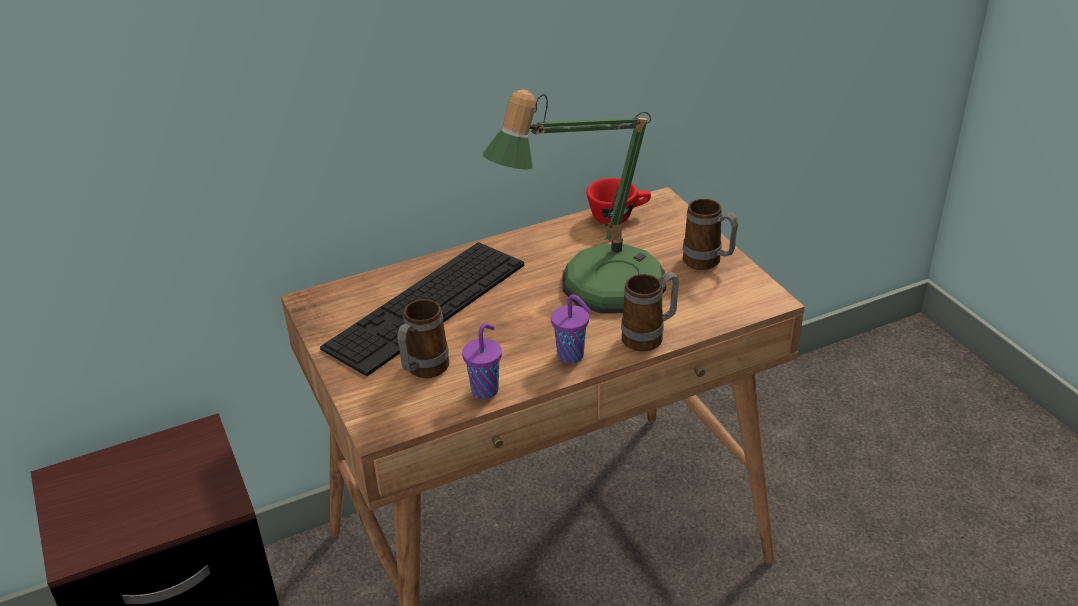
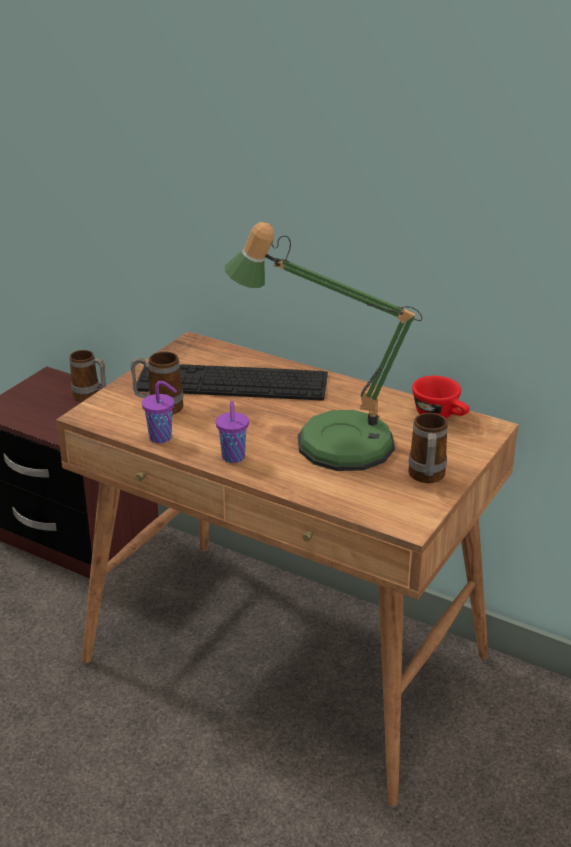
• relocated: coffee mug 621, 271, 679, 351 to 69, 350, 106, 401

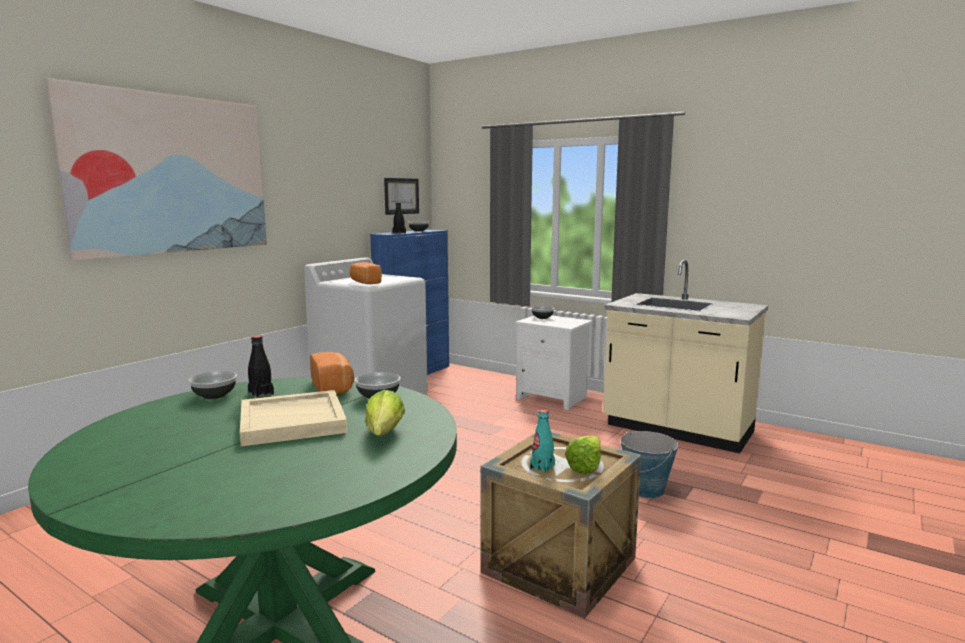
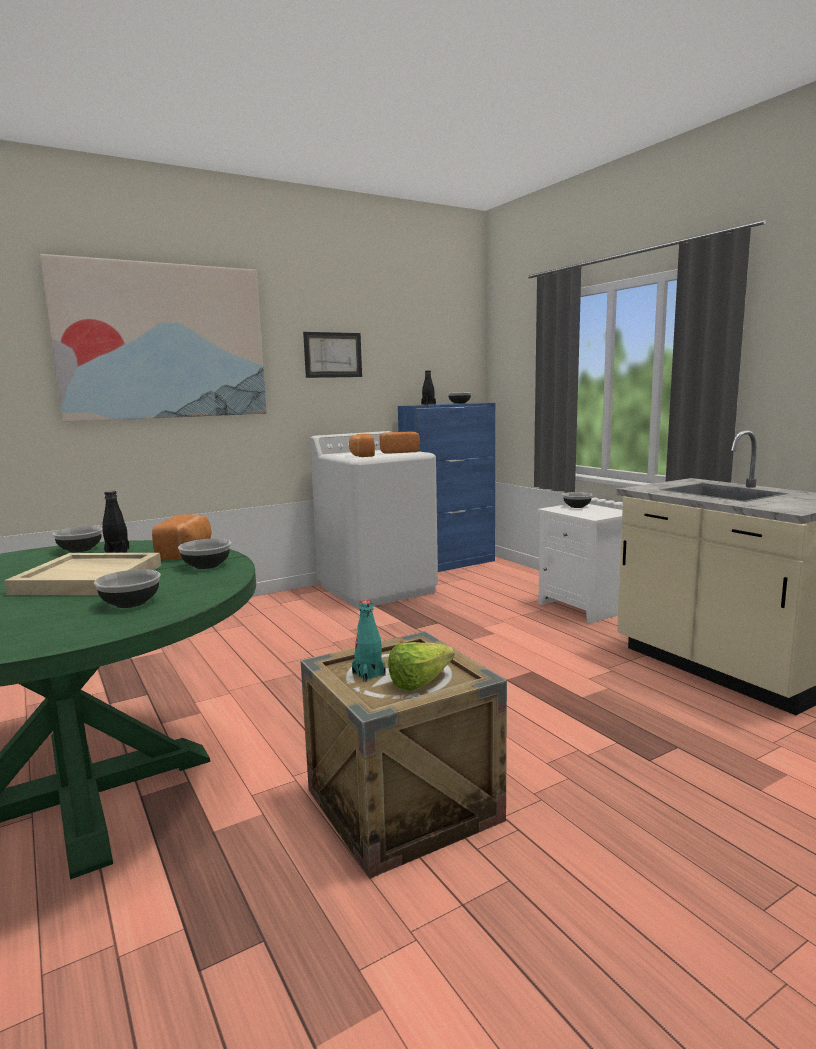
• missing: water bucket 619, 430, 678, 498
• appeared: baked bread 379, 432, 420, 453
• relocated: wall picture 384, 178, 419, 215 to 303, 332, 362, 378
• exchanged: lettuce head 365, 390, 405, 436 to bowl 94, 569, 161, 608

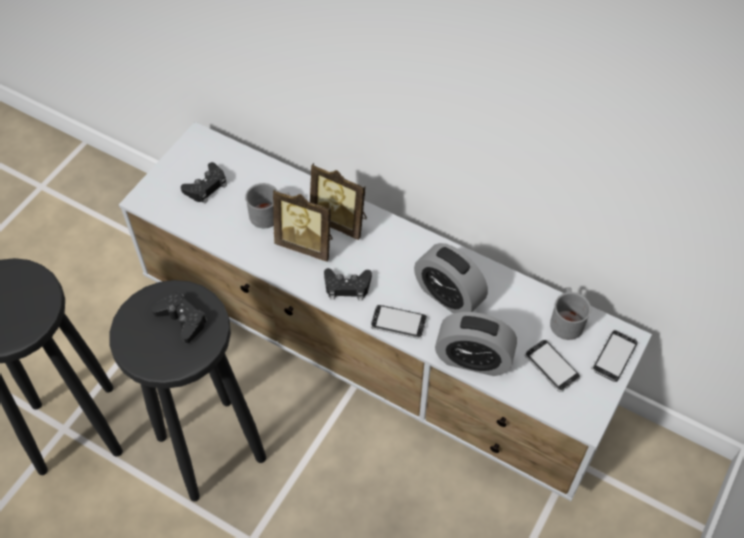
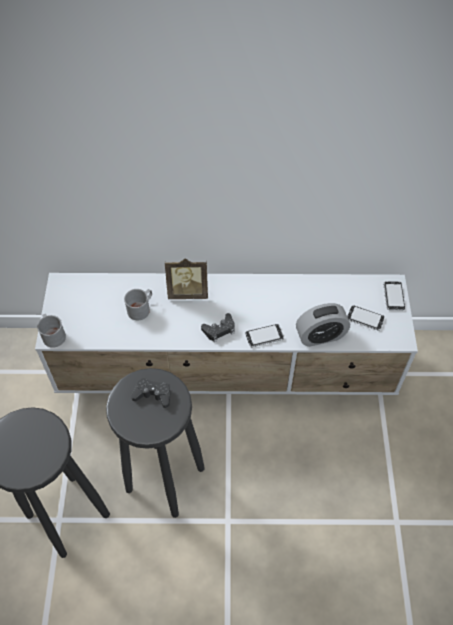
• missing: game controller/black 181, 162, 227, 203
• missing: photo frame 273, 189, 333, 261
• missing: alarm clock 414, 243, 488, 313
• relocated: coffee mug/greyish 550, 288, 591, 340 to 37, 314, 66, 348

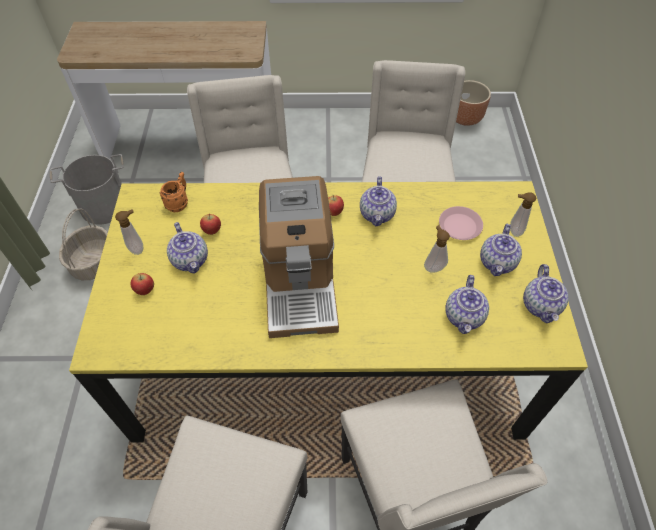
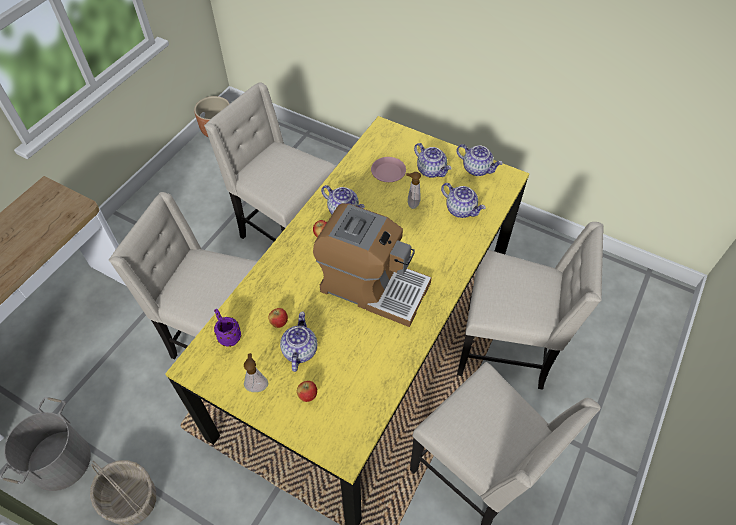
• missing: soap bottle 510, 192, 536, 237
• colour: coffee mug/orange 159, 172, 188, 212 to coffee mug/purple-coloured 214, 309, 241, 347
• spun: teapot 167, 222, 208, 274 = 280, 312, 317, 372 90 degrees counterclockwise

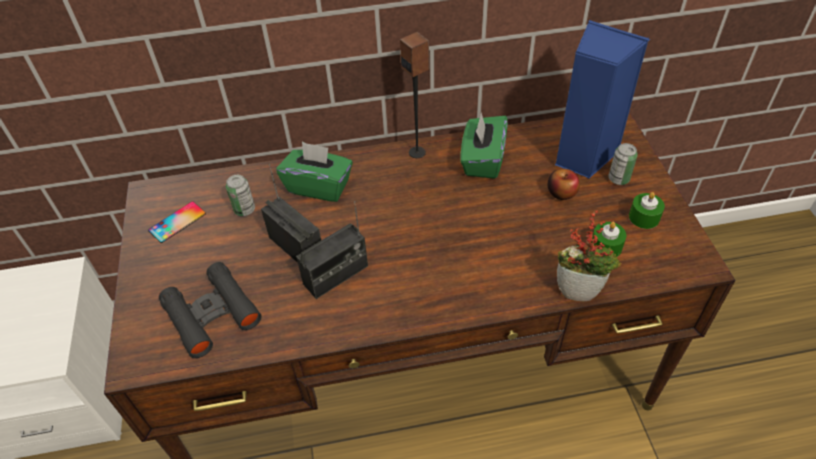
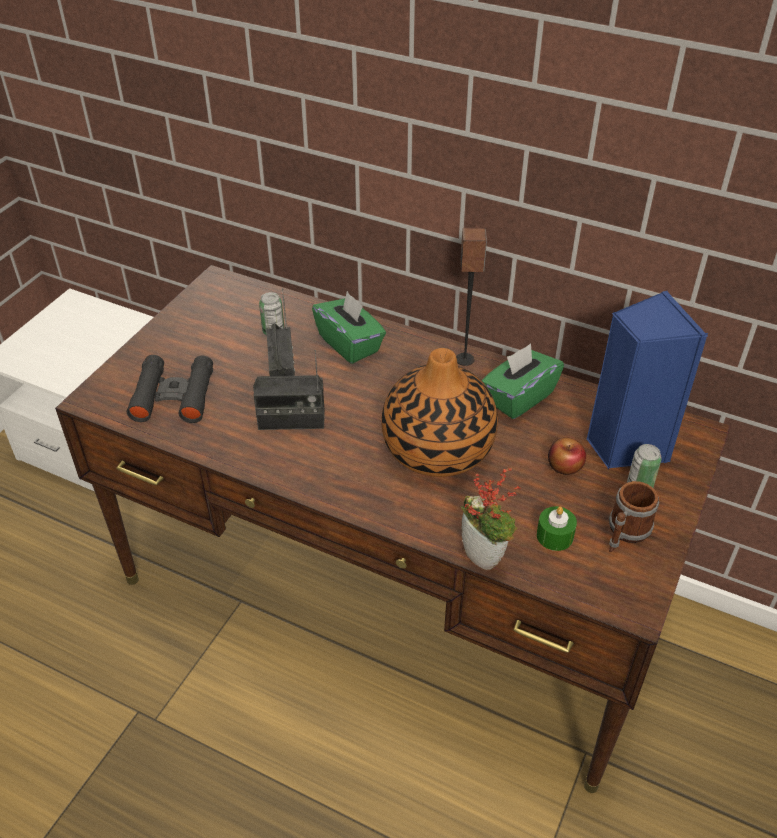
• missing: telephone 148, 201, 206, 243
• appeared: vase 381, 348, 498, 477
• exchanged: wax light/green-coloured 629, 192, 665, 229 to coffee mug 609, 481, 659, 552

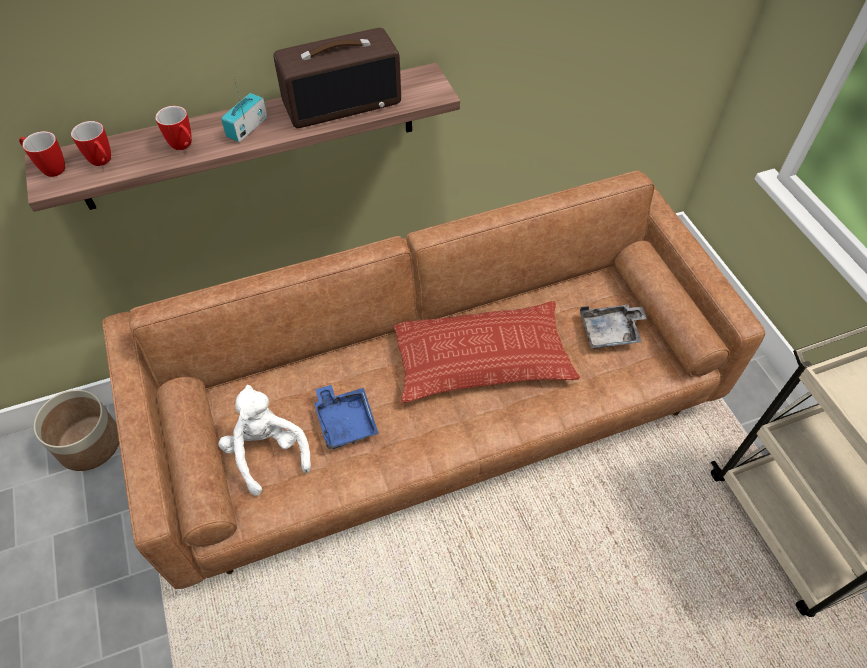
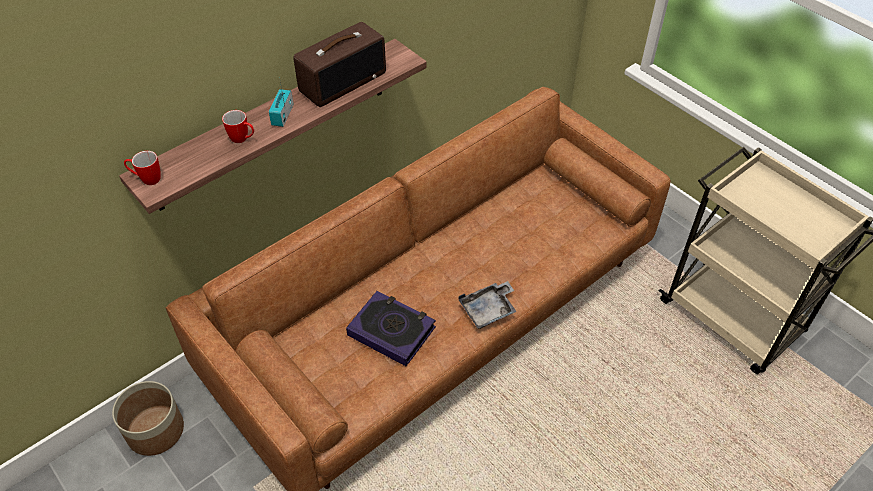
• missing: coffee mug 71, 121, 111, 166
• missing: soft toy/white-coloured 218, 385, 311, 496
• missing: pillow 393, 301, 580, 403
• relocated: serving tray/greyish 580, 305, 647, 349 to 458, 281, 517, 329
• exchanged: serving tray/blue 314, 385, 379, 449 to book 346, 291, 436, 366

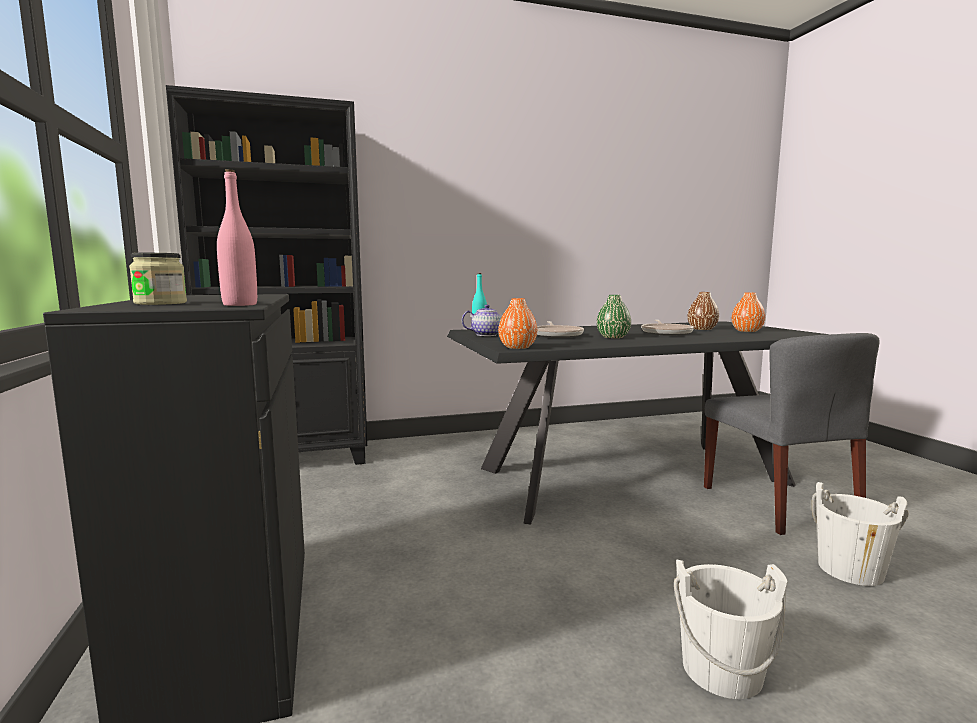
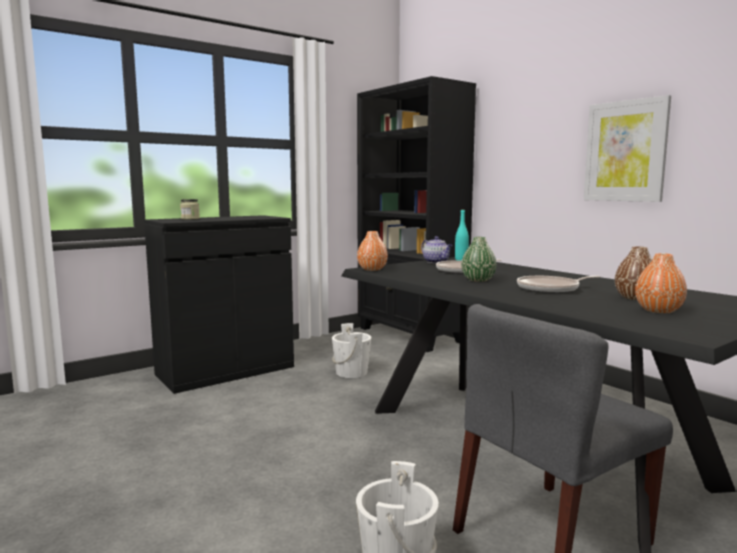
• missing: beverage bottle/pinkish 217, 169, 257, 306
• appeared: wall picture 584, 95, 671, 202
• relocated: water bucket/white-coloured 674, 560, 788, 699 to 332, 323, 371, 378

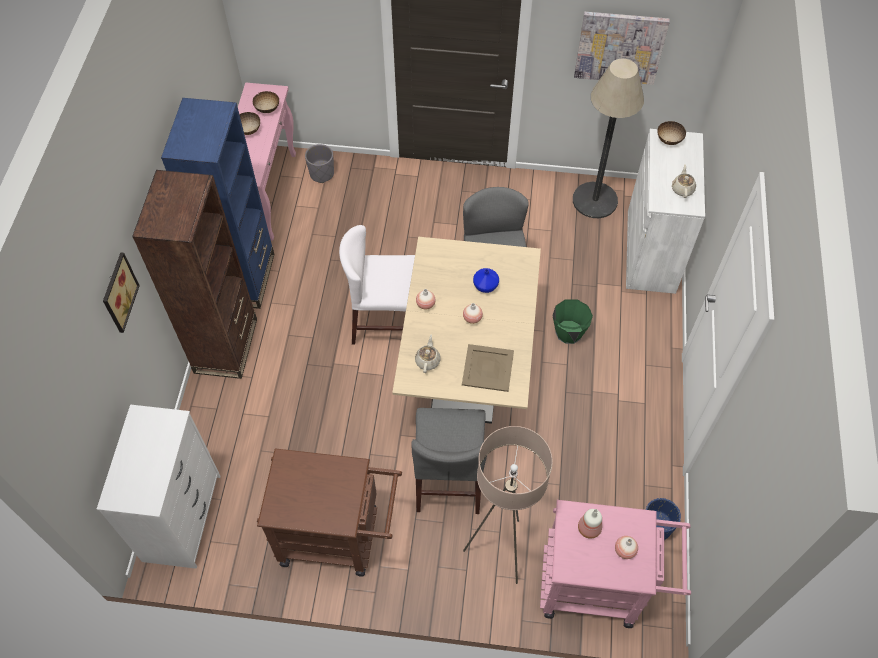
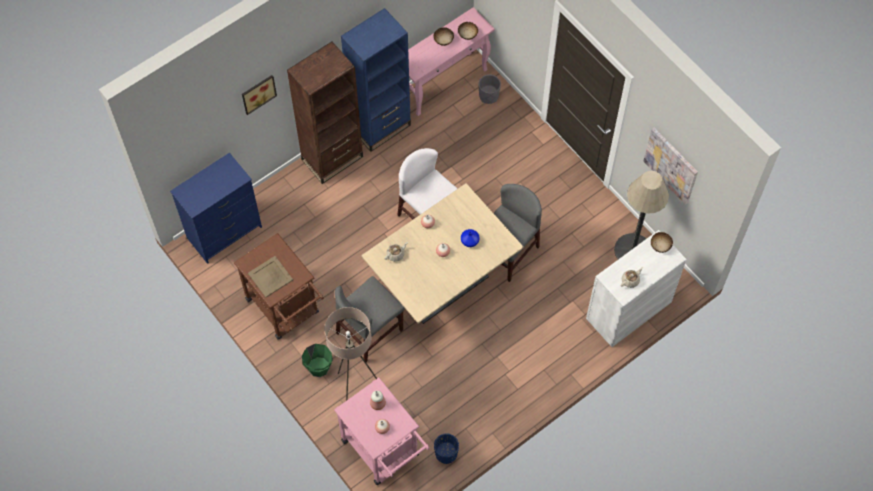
• relocated: serving tray/sand-coloured 462, 344, 514, 392 to 248, 256, 293, 297
• relocated: water bucket/green-coloured 553, 300, 593, 344 to 302, 344, 333, 377
• colour: chest of drawers/white-coloured 97, 404, 220, 569 to chest of drawers/blue 170, 153, 262, 264

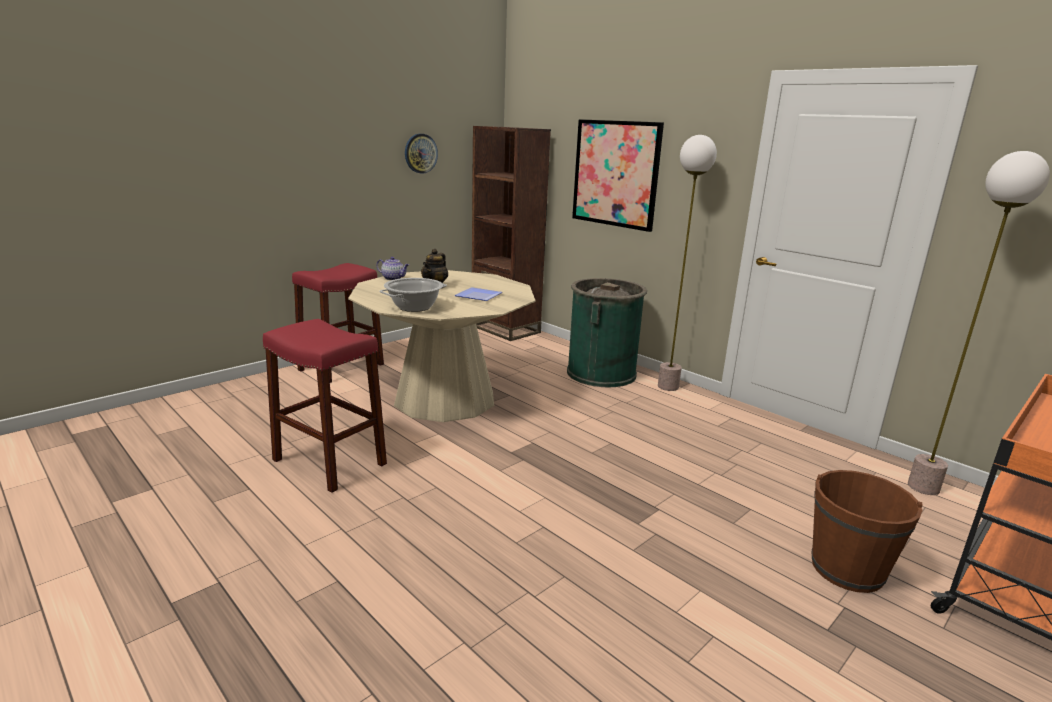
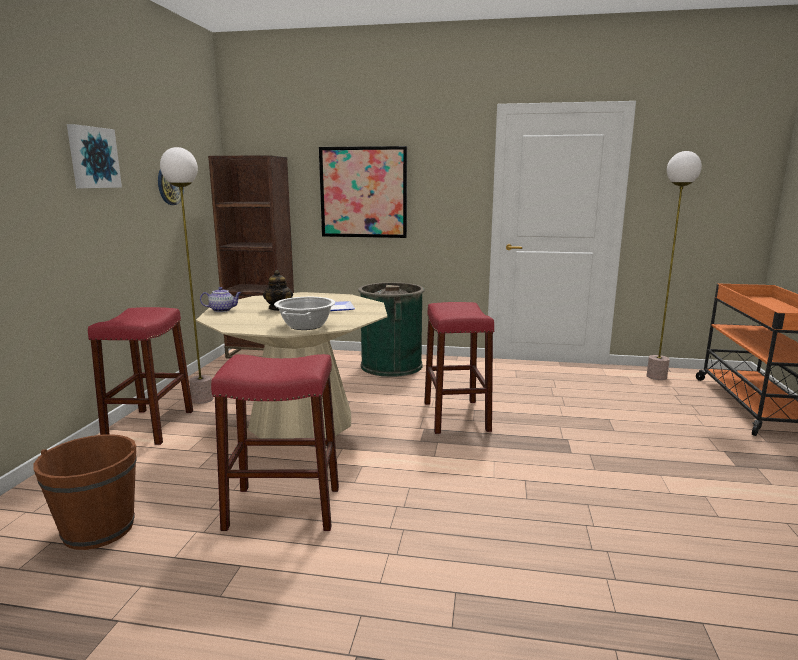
• appeared: wall picture 67, 124, 122, 188
• appeared: stool seat/reddish 424, 302, 495, 434
• relocated: floor lamp 658, 135, 717, 391 to 160, 147, 213, 404
• relocated: water bucket/brownish 812, 470, 923, 593 to 33, 434, 137, 550

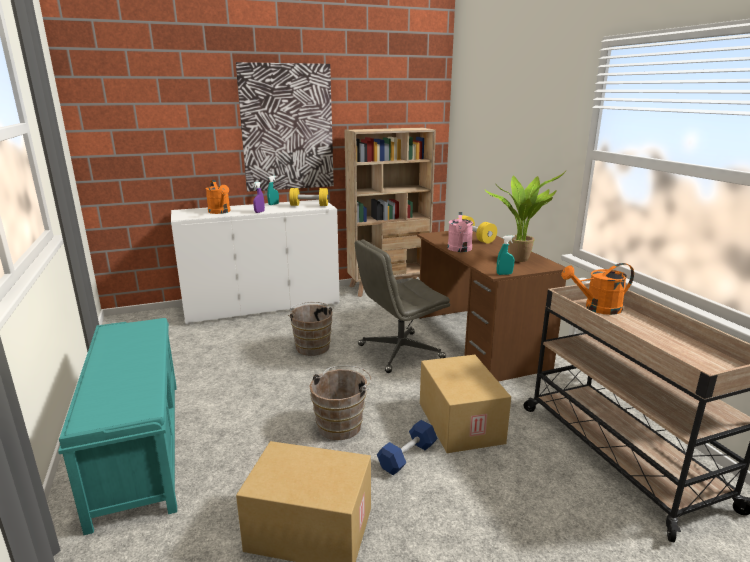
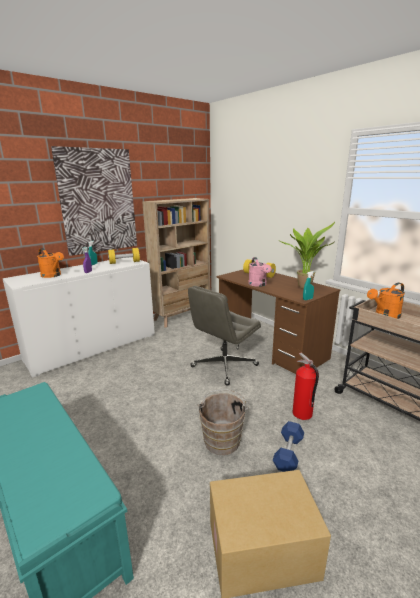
• missing: water bucket/brownish 288, 302, 334, 356
• exchanged: carton 420, 355, 511, 453 to extinguisher 293, 352, 319, 420

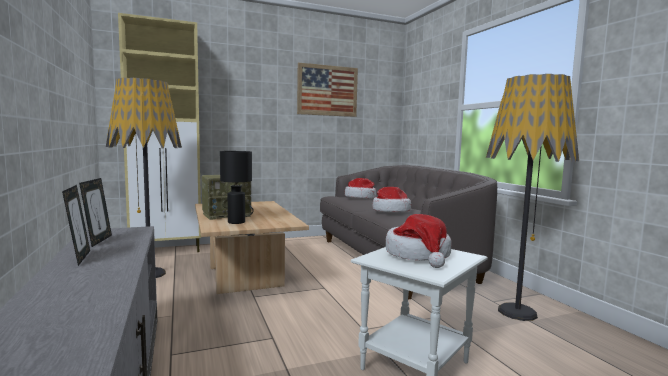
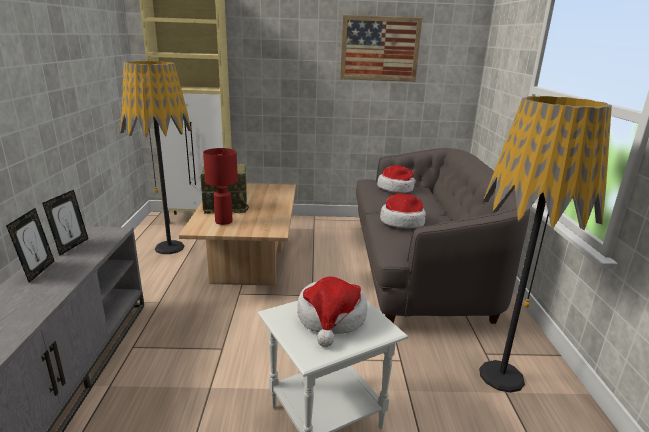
• colour: tabletop lamp/black 220, 151, 252, 224 to tabletop lamp/reddish 203, 148, 238, 225

